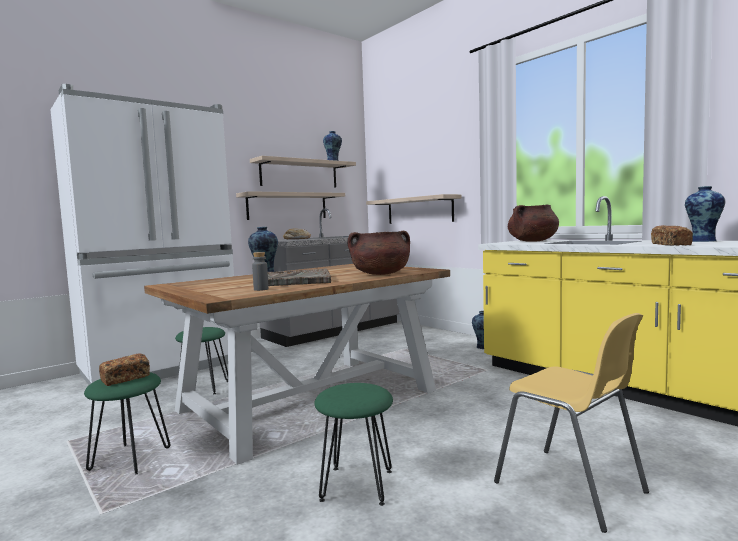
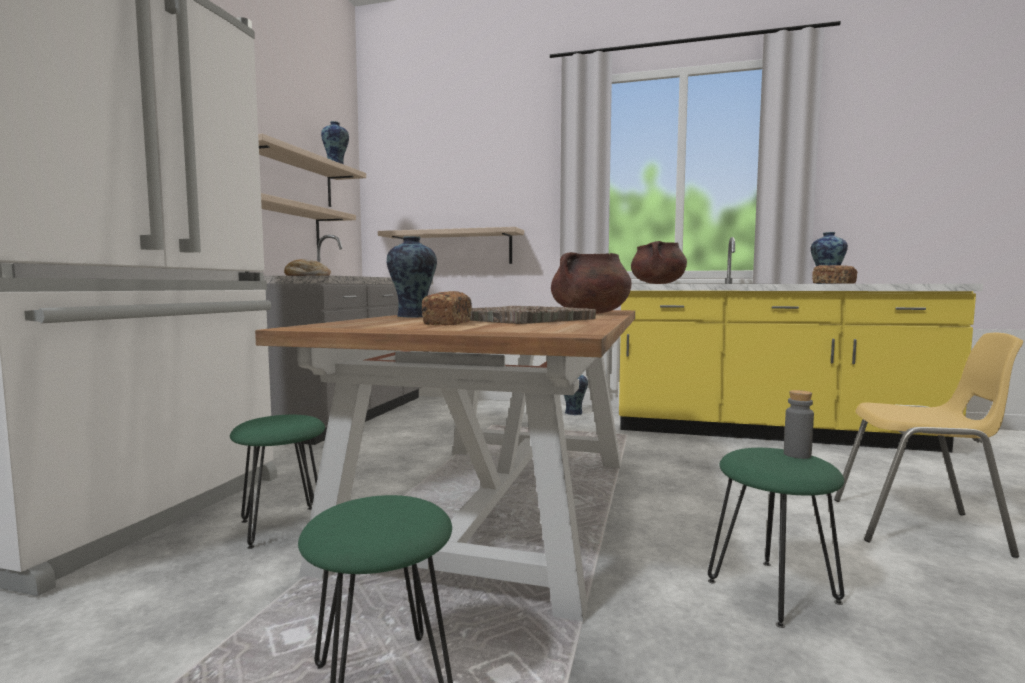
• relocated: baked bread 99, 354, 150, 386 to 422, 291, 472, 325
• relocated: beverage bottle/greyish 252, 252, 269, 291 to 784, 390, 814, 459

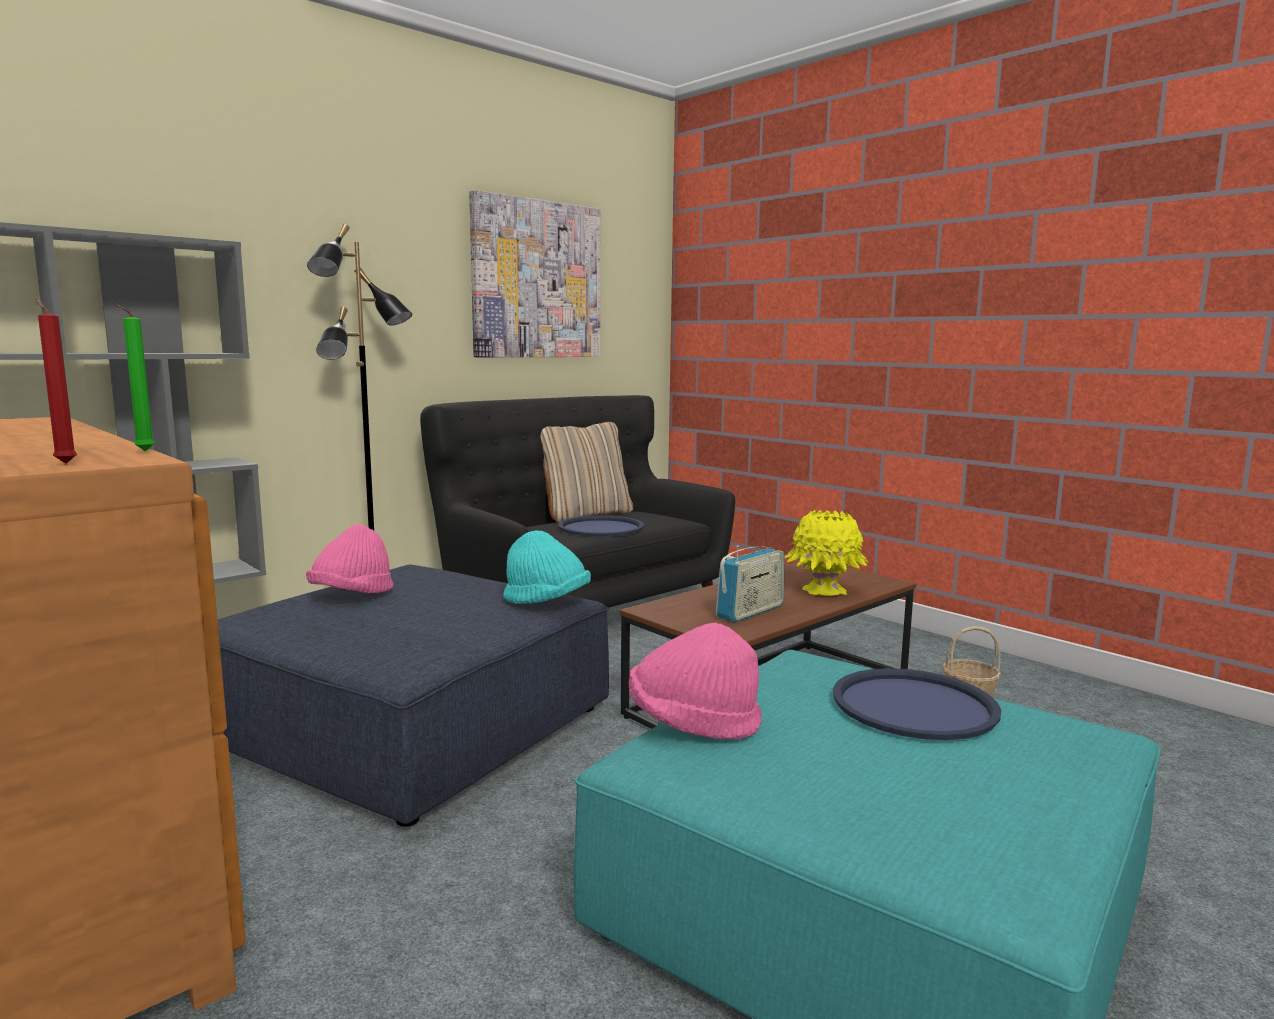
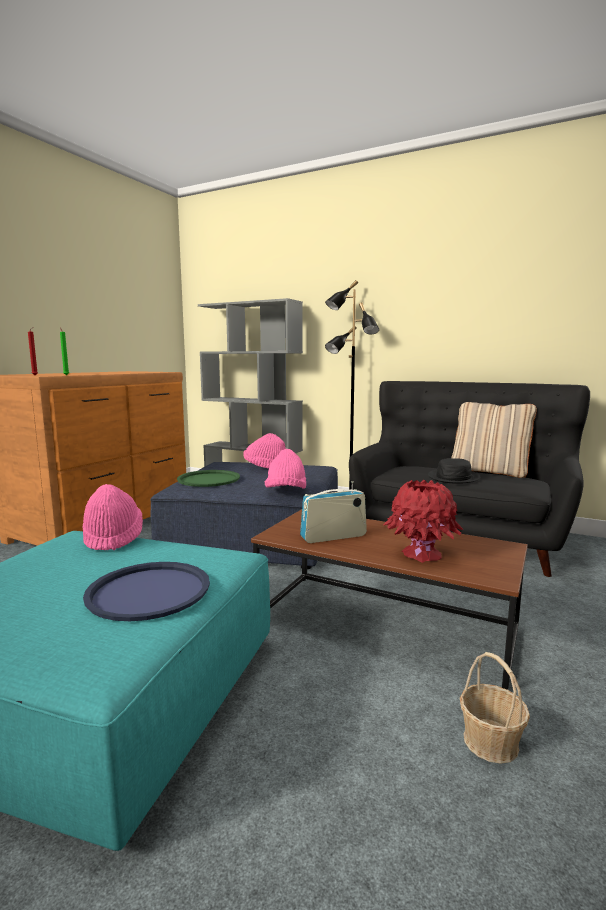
• missing: wall picture 469, 190, 600, 357
• appeared: serving tray/green-coloured 177, 470, 240, 487
• exchanged: serving tray/blue 559, 515, 644, 537 to hat/black 428, 458, 480, 484
• colour: hat/turquoise-coloured 503, 530, 591, 604 to hat/pinkish 265, 449, 306, 489
• colour: vase/yellowish 784, 510, 869, 596 to vase/reddish 384, 480, 463, 563
• spun: radio 716, 545, 784, 622 = 300, 481, 367, 543 135 degrees clockwise

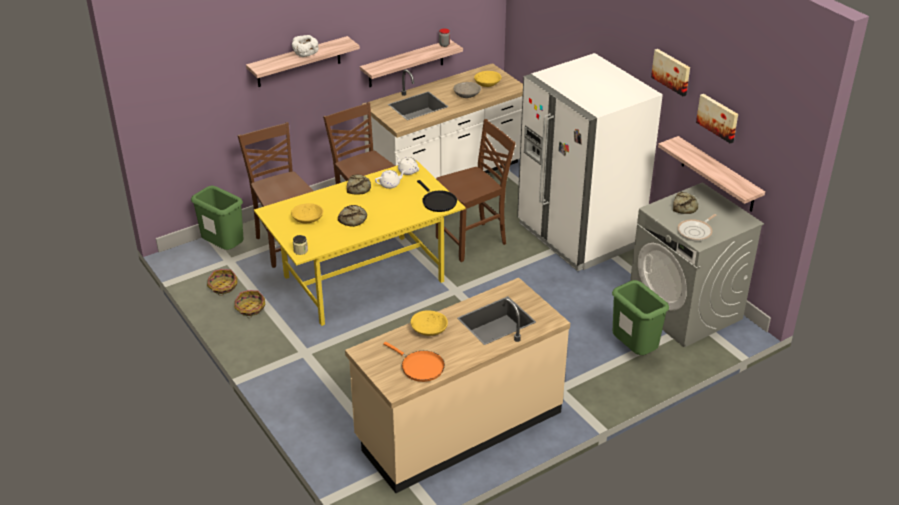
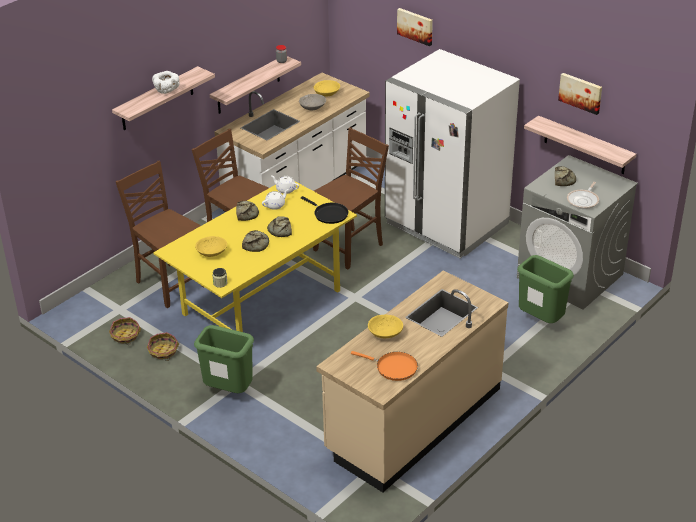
• appeared: baked bread 267, 216, 292, 237
• relocated: waste bin/green-coloured 191, 186, 244, 250 to 194, 325, 254, 393
• relocated: wall picture 651, 49, 690, 96 to 397, 8, 433, 46

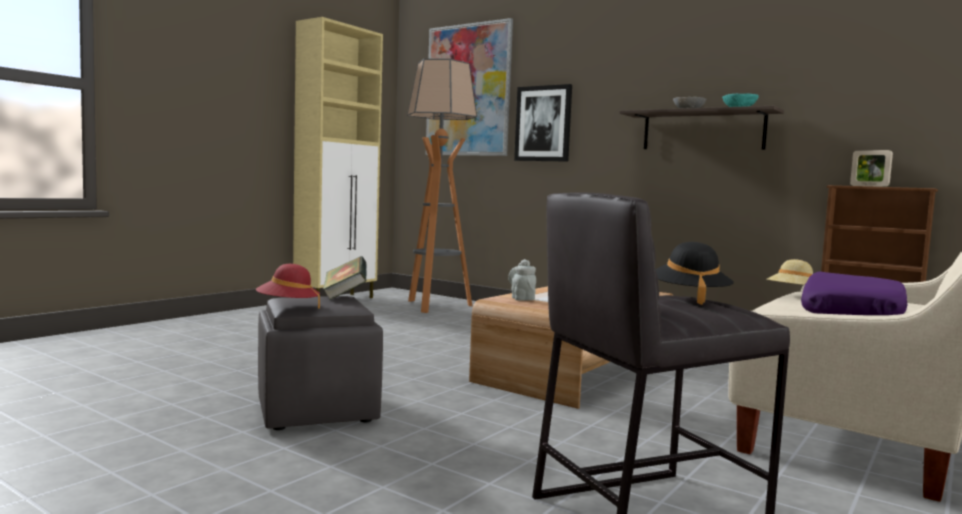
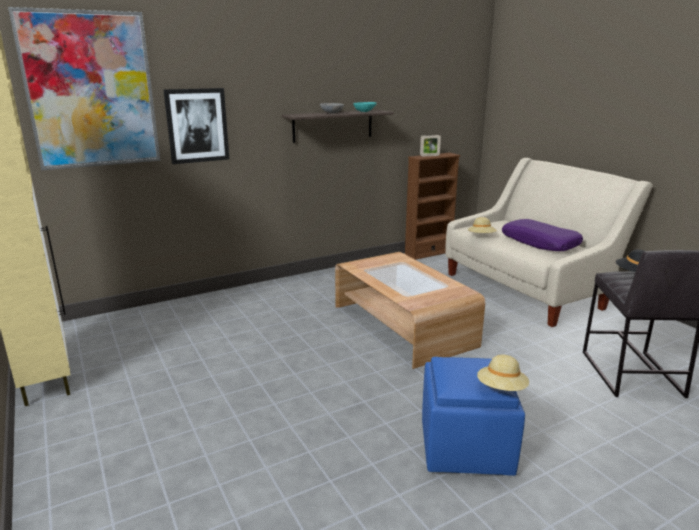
• missing: book 323, 256, 367, 300
• missing: floor lamp 407, 59, 477, 313
• missing: teapot/greyish 508, 259, 536, 301
• colour: hat/reddish 256, 264, 320, 309 to hat/sand-coloured 477, 355, 529, 391
• colour: ottoman/greyish 258, 296, 383, 430 to ottoman/blue 422, 357, 525, 476

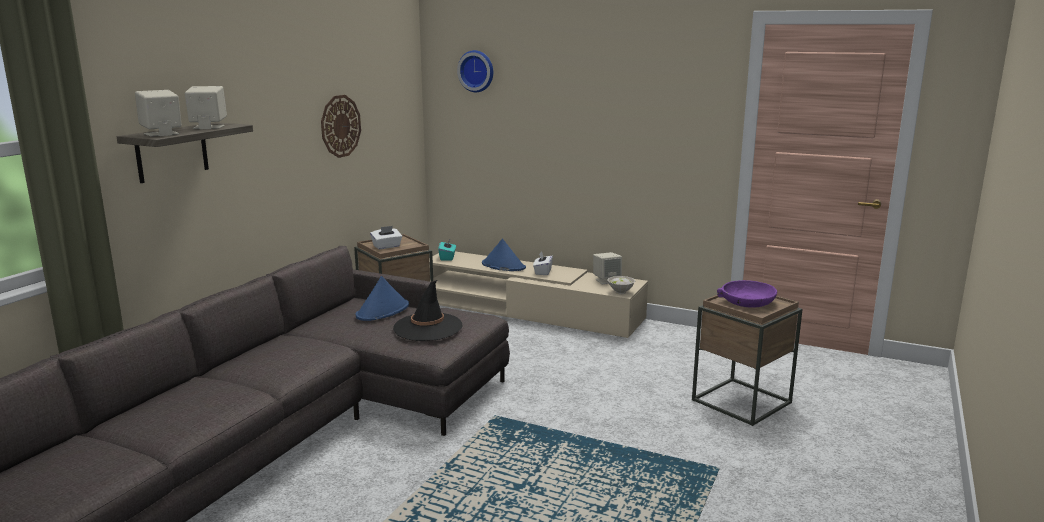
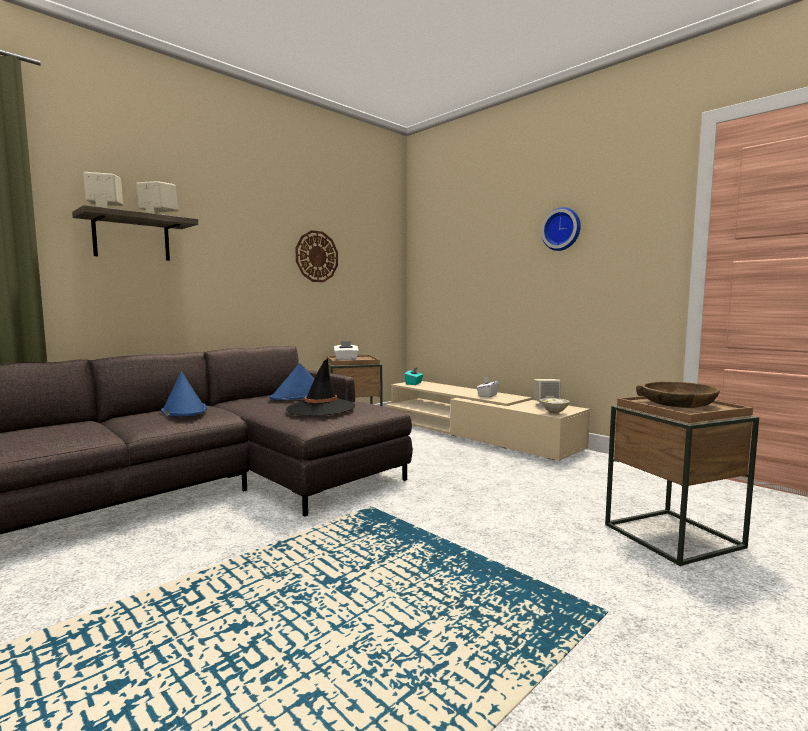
• relocated: hanging clock 457, 50, 493, 92 to 541, 207, 581, 251
• relocated: hat/blue 482, 239, 526, 271 to 161, 372, 207, 417
• colour: bowl/purple-coloured 717, 280, 777, 307 to bowl/brownish 636, 382, 720, 408

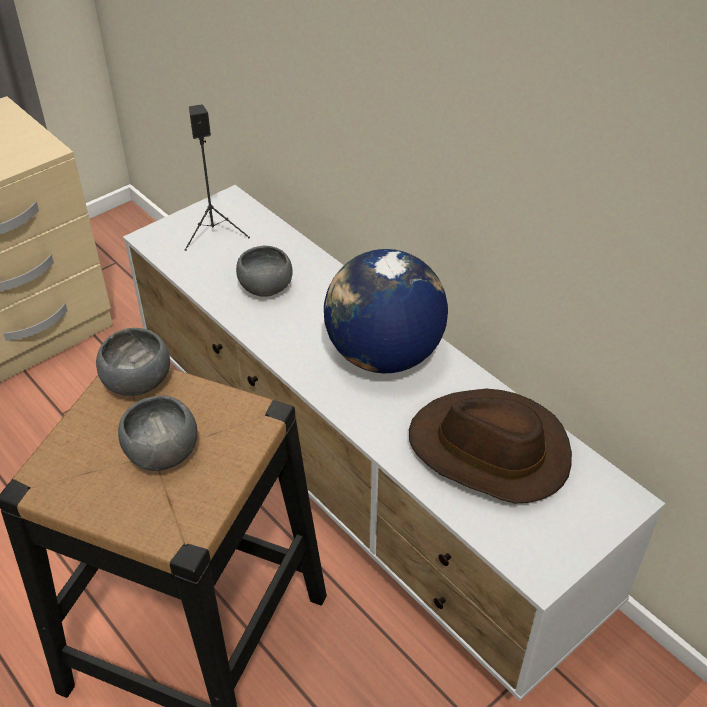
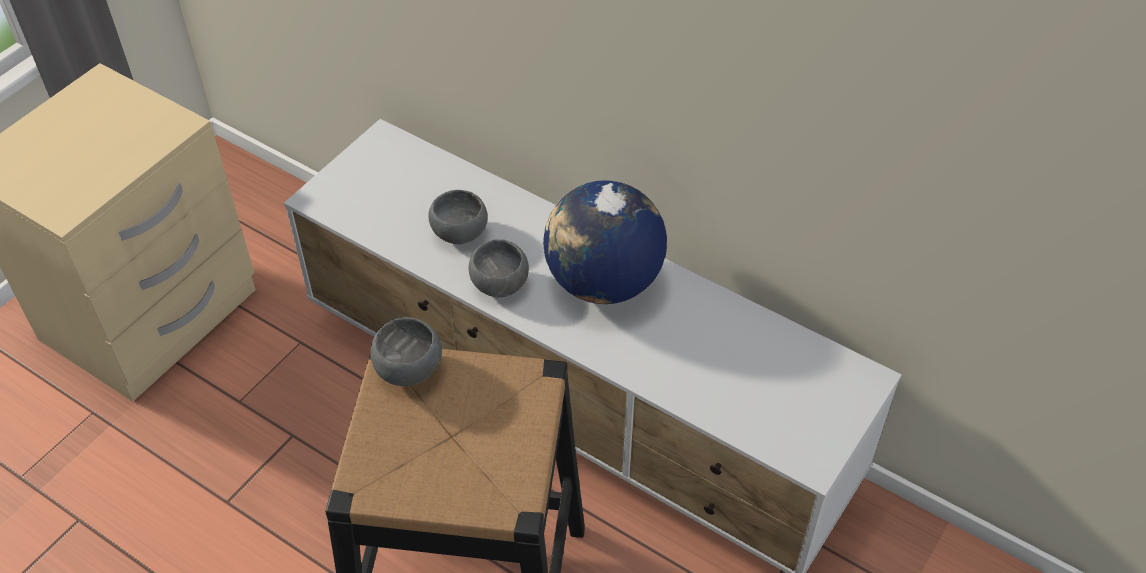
• missing: speaker/black 185, 104, 250, 251
• missing: hat/brownish 409, 389, 572, 503
• relocated: bowl/greyish 118, 396, 197, 471 to 469, 239, 529, 297

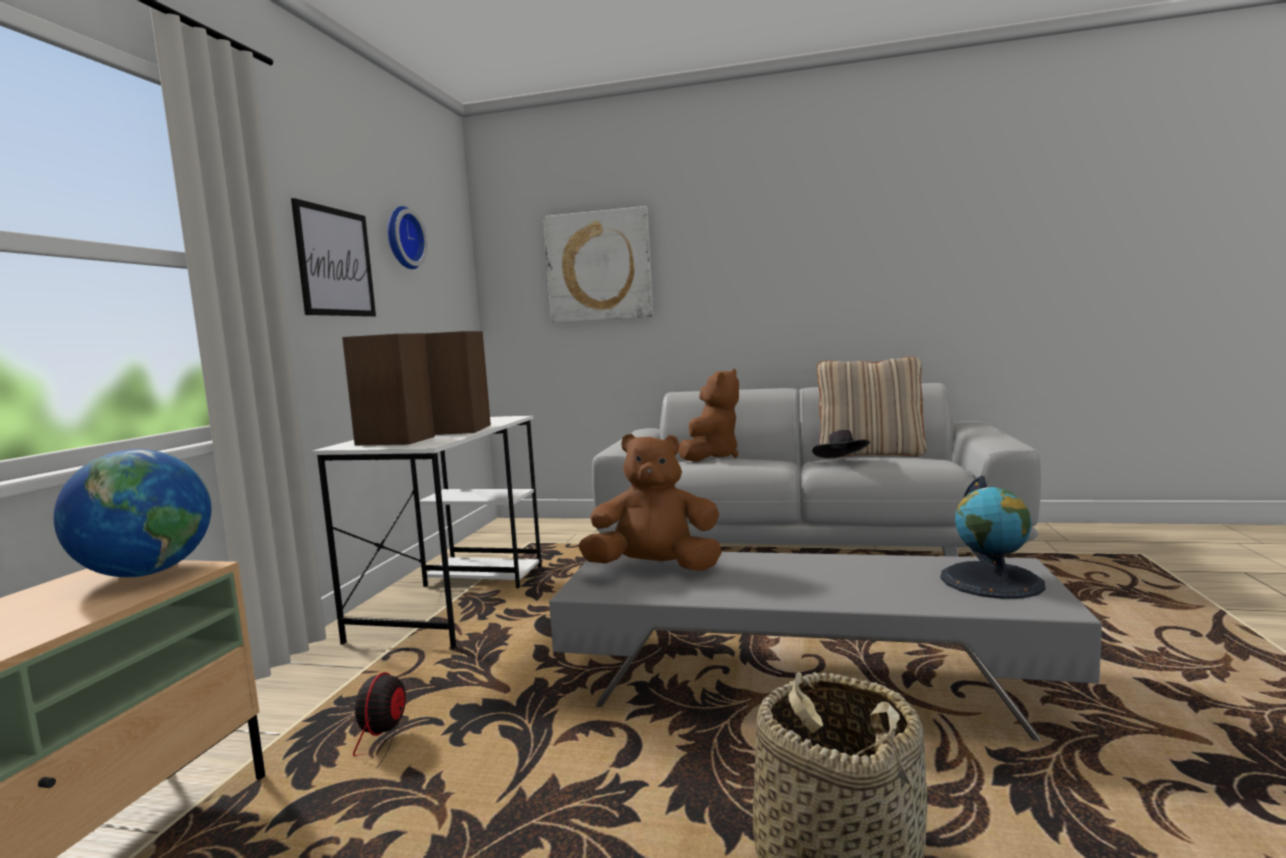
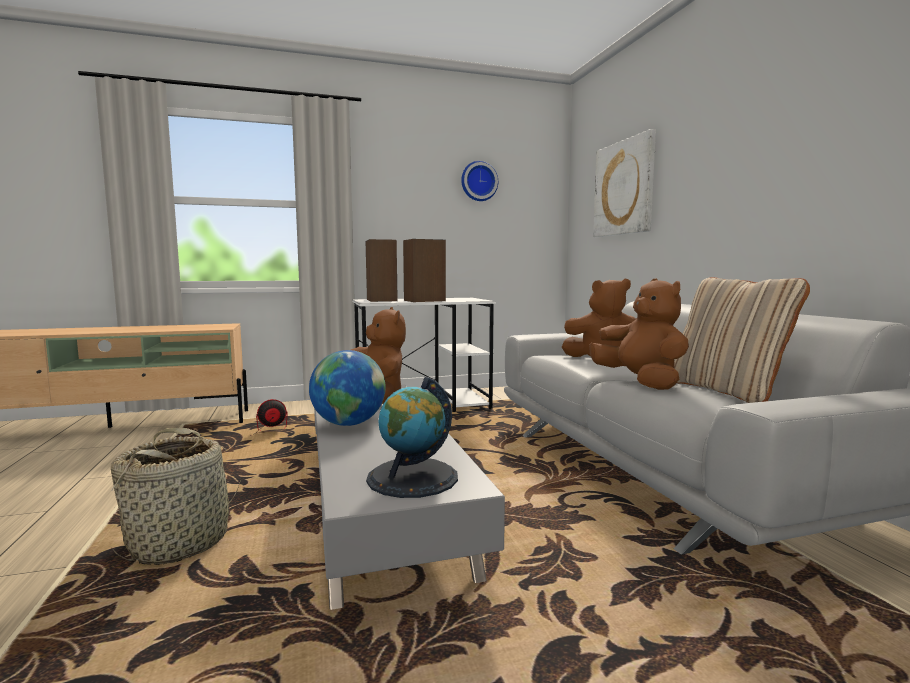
• missing: wall picture 291, 198, 376, 317
• relocated: globe 54, 449, 211, 577 to 309, 350, 386, 426
• exchanged: hat/black 812, 430, 870, 458 to soft toy/brownish 589, 278, 689, 390

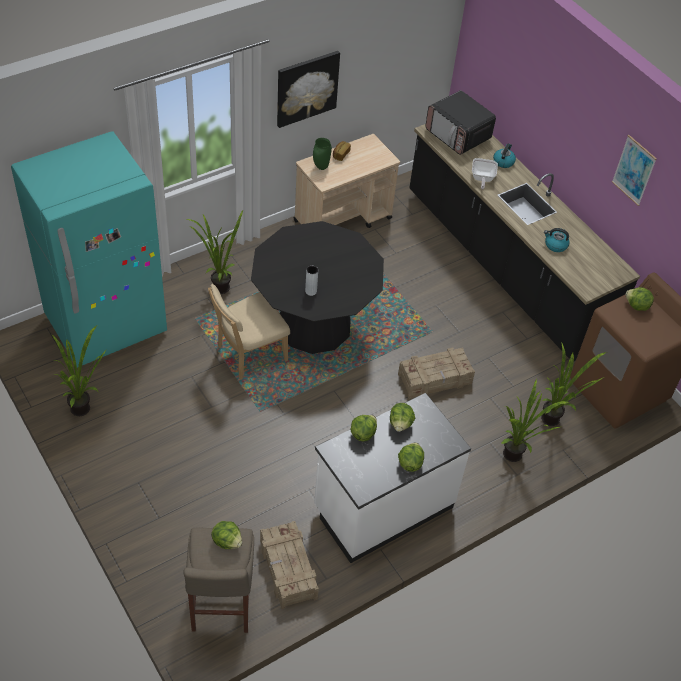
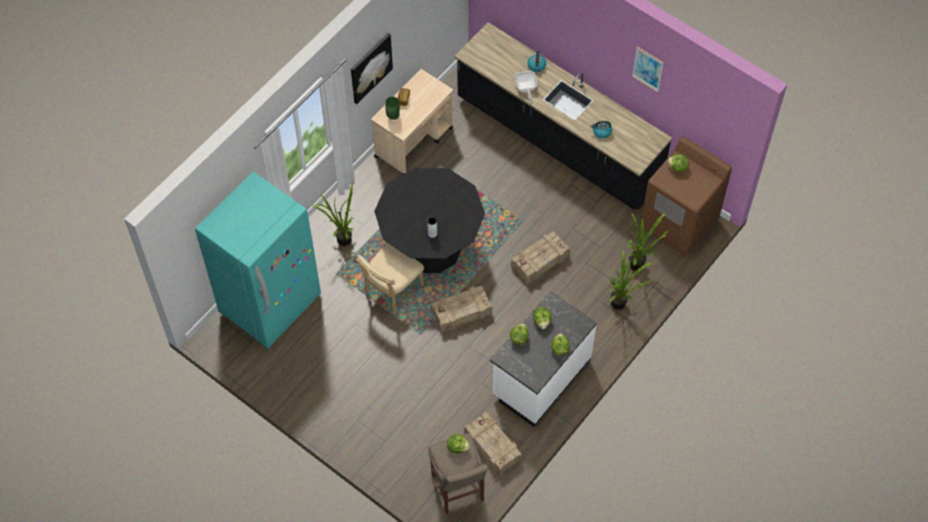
• missing: plant in a pot 51, 325, 107, 416
• missing: microwave oven 425, 90, 496, 155
• appeared: shipping crate 431, 285, 492, 333

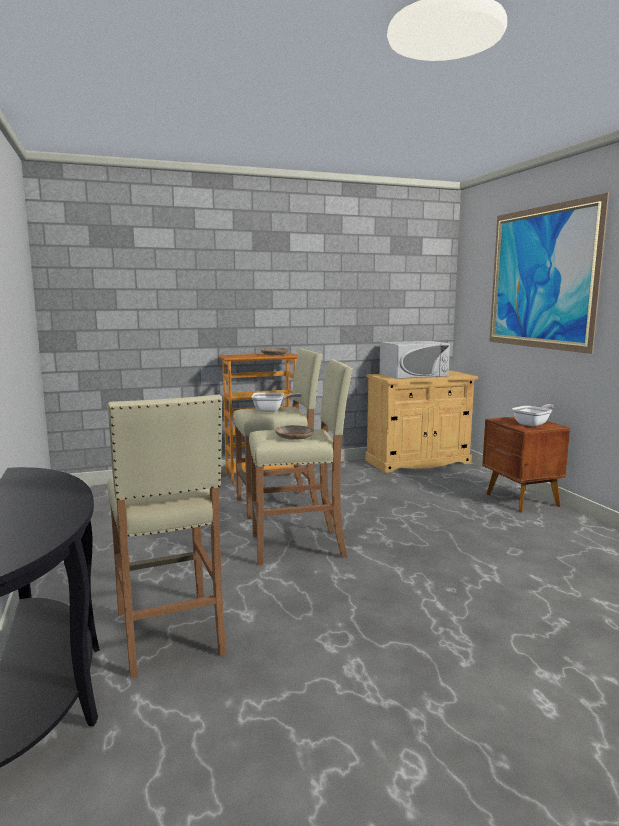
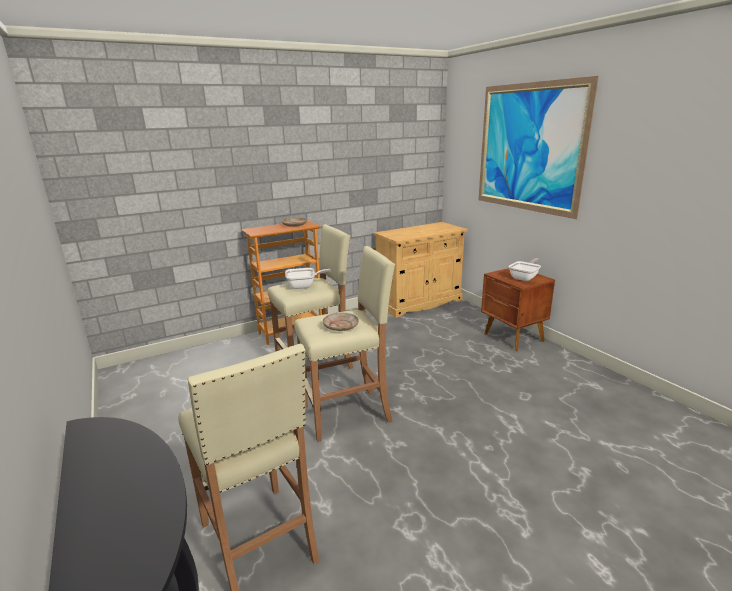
• missing: microwave oven/white-coloured 379, 341, 450, 379

